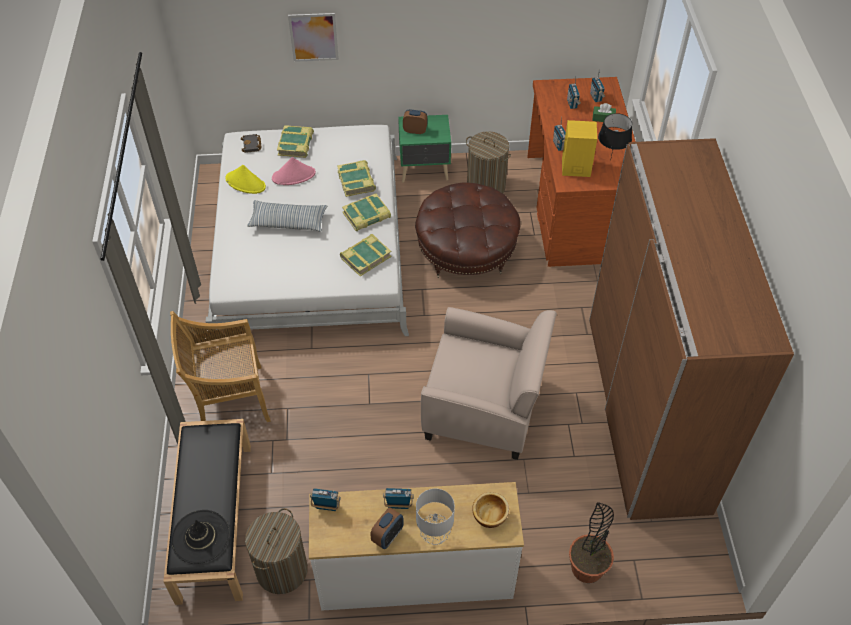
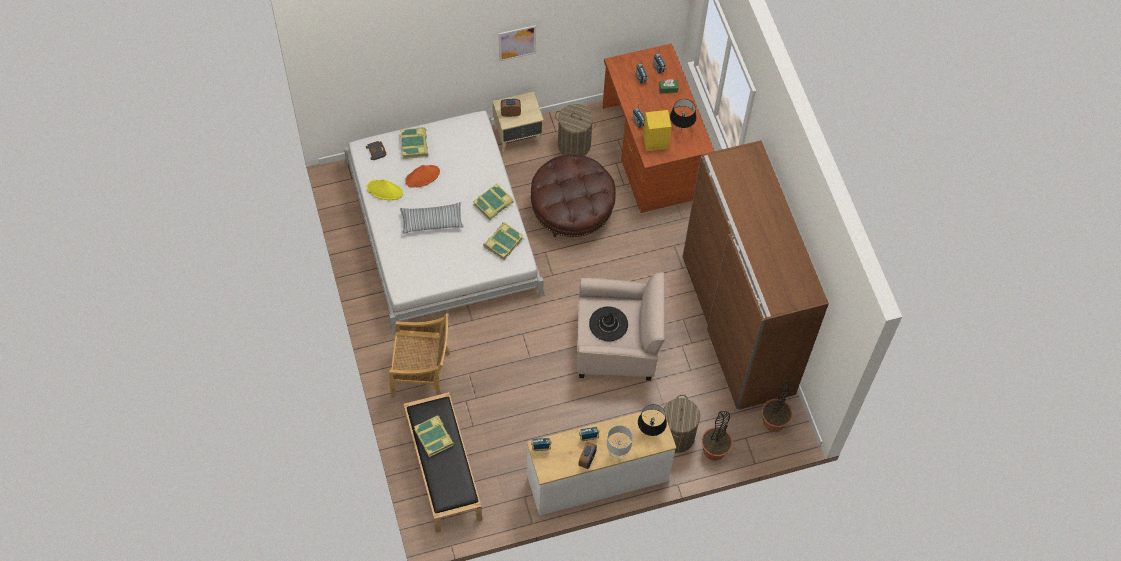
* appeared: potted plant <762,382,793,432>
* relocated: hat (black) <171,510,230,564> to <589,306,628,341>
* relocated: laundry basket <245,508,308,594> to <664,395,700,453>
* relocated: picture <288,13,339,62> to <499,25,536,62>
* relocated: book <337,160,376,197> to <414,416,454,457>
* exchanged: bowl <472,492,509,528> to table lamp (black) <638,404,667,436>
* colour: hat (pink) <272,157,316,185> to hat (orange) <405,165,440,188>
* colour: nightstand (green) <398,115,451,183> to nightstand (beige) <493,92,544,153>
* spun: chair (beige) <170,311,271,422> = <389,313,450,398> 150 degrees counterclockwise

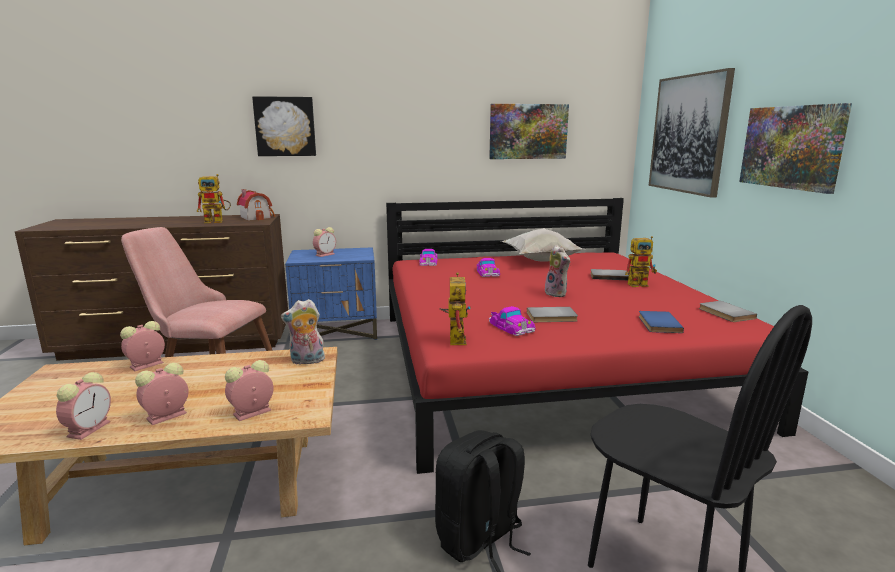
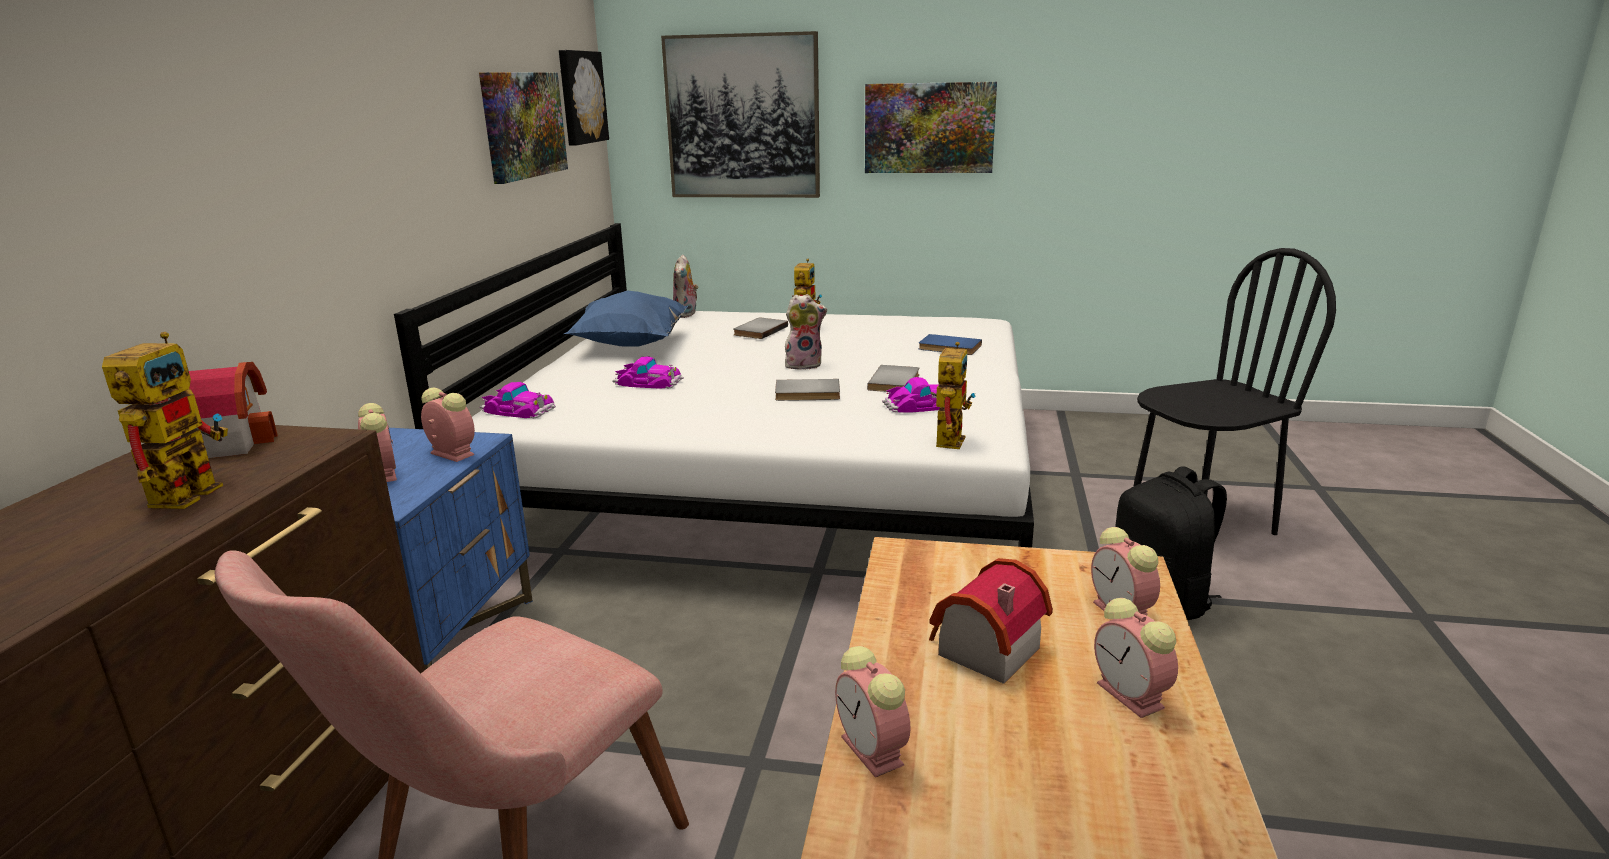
* appeared: toy house <929,558,1053,684>
* relocated: alarm clock <56,372,111,440> to <421,387,475,462>
* relocated: picture <252,96,316,156> to <559,50,609,146>
* relocated: plush toy <281,299,325,365> to <673,254,698,318>
* relocated: book (grey) <699,301,757,322> to <775,379,840,401>
* colour: bed (red) <386,198,808,474> to bed (white) <394,223,1034,548>
* colour: pillow (white) <501,228,583,262> to pillow (blue) <564,290,688,347>
* spun: toy robot <440,272,471,345> = <931,342,976,449> 90 degrees clockwise

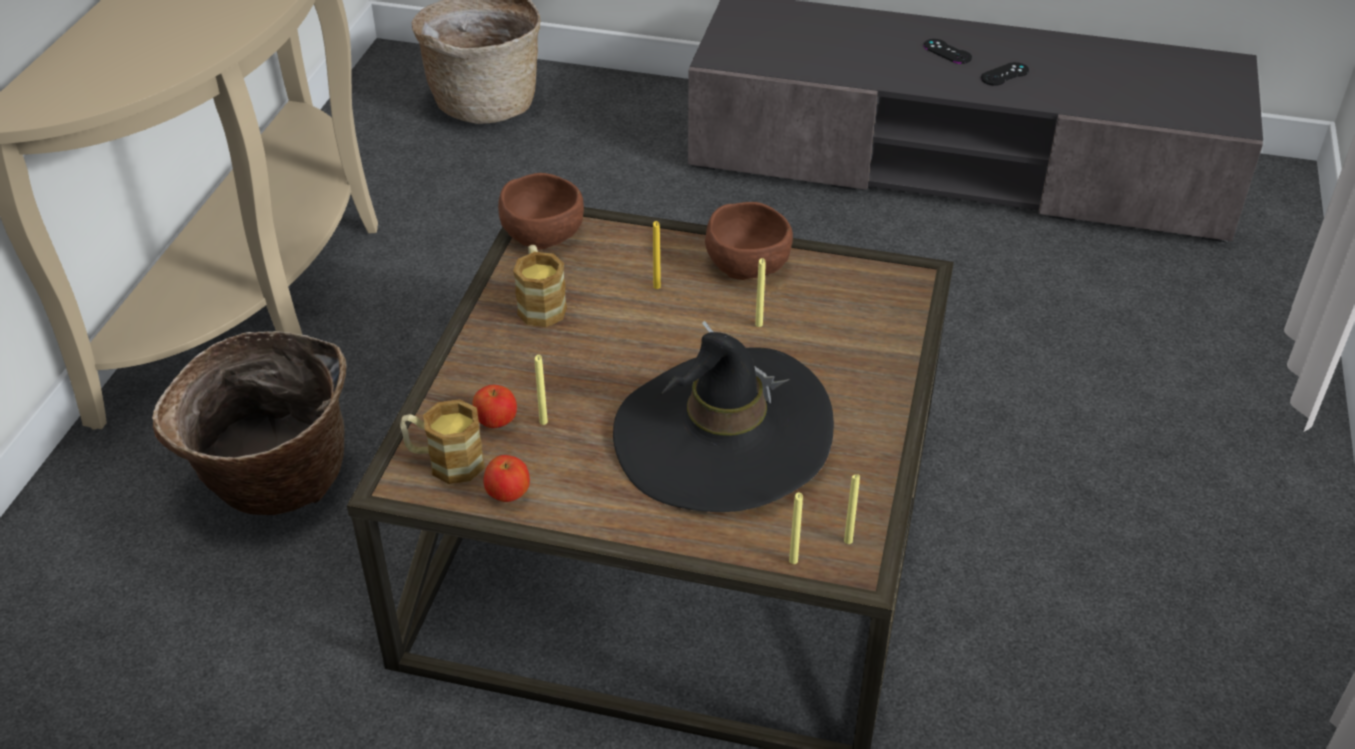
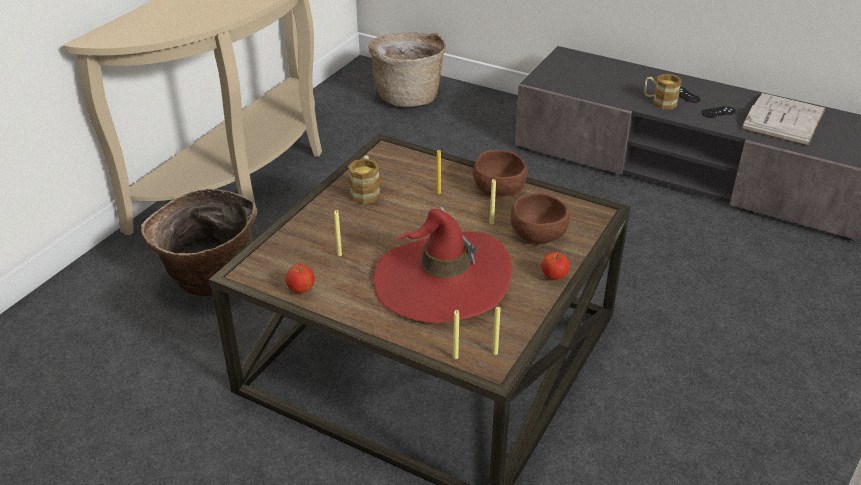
* appeared: book (white) <741,93,826,146>
* relocated: mug <400,399,485,484> to <644,74,681,109>
* relocated: apple <472,385,517,428> to <541,252,570,280>
* relocated: bowl (brown) <498,173,584,250> to <511,193,570,245>
* colour: hat (black) <613,320,834,512> to hat (red) <373,207,512,323>

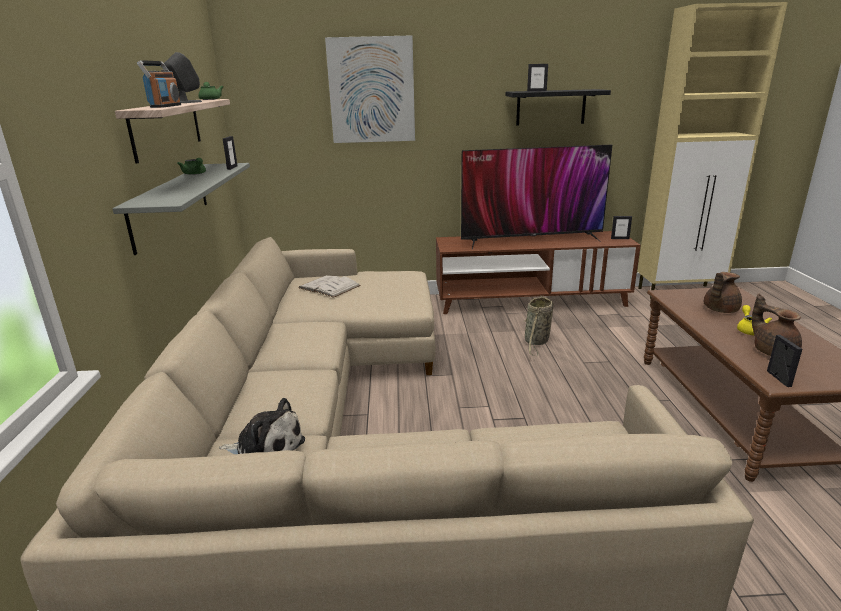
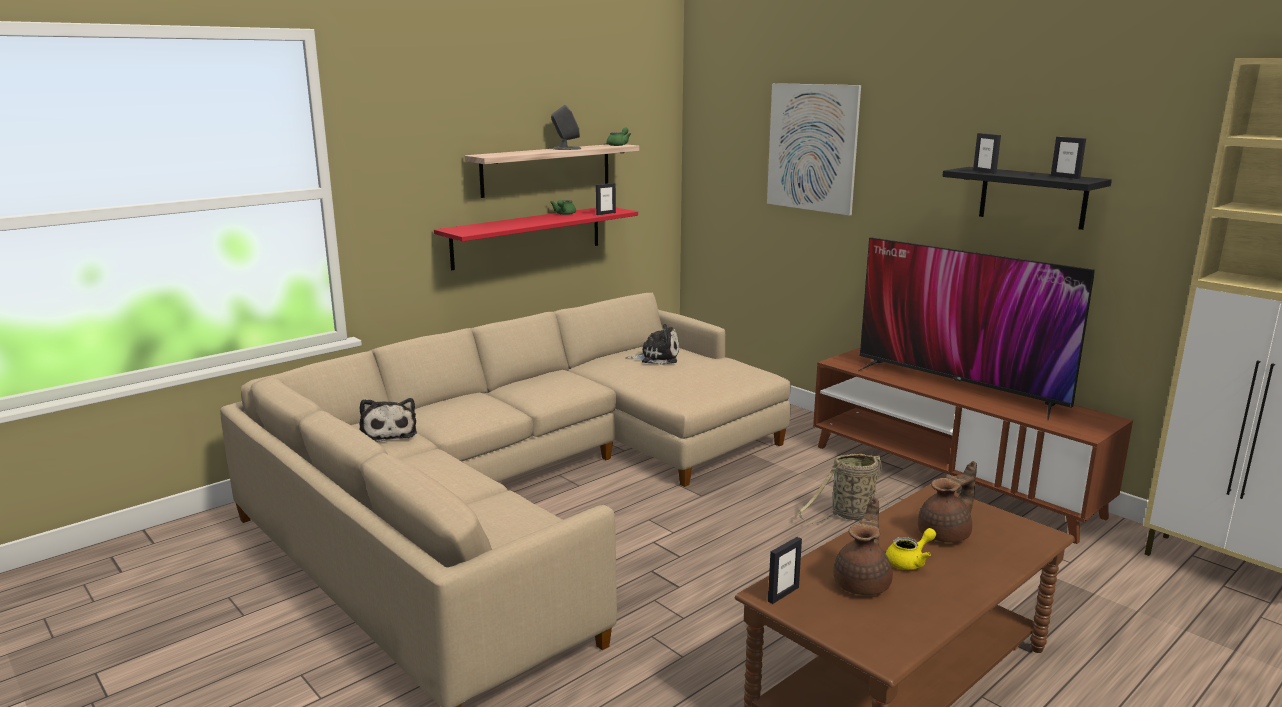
* missing: radio <137,60,181,108>
* relocated: picture frame <611,216,632,239> to <1051,136,1086,179>
* exchanged: book (white) <298,275,361,298> to plush toy <626,324,679,365>
* colour: shelf (grey) <112,163,250,255> to shelf (red) <434,208,638,270>
* spun: teapot (brown) <704,272,742,313> = <918,461,977,543> 135 degrees clockwise

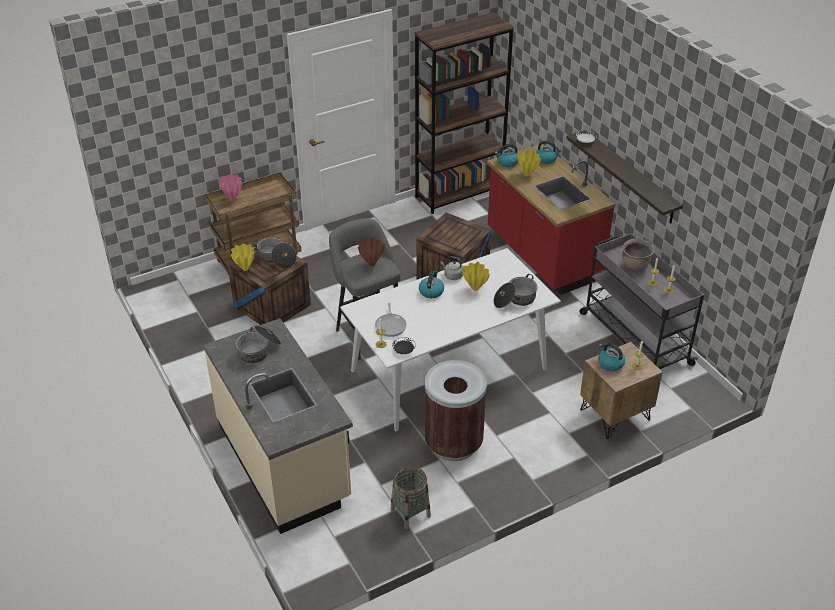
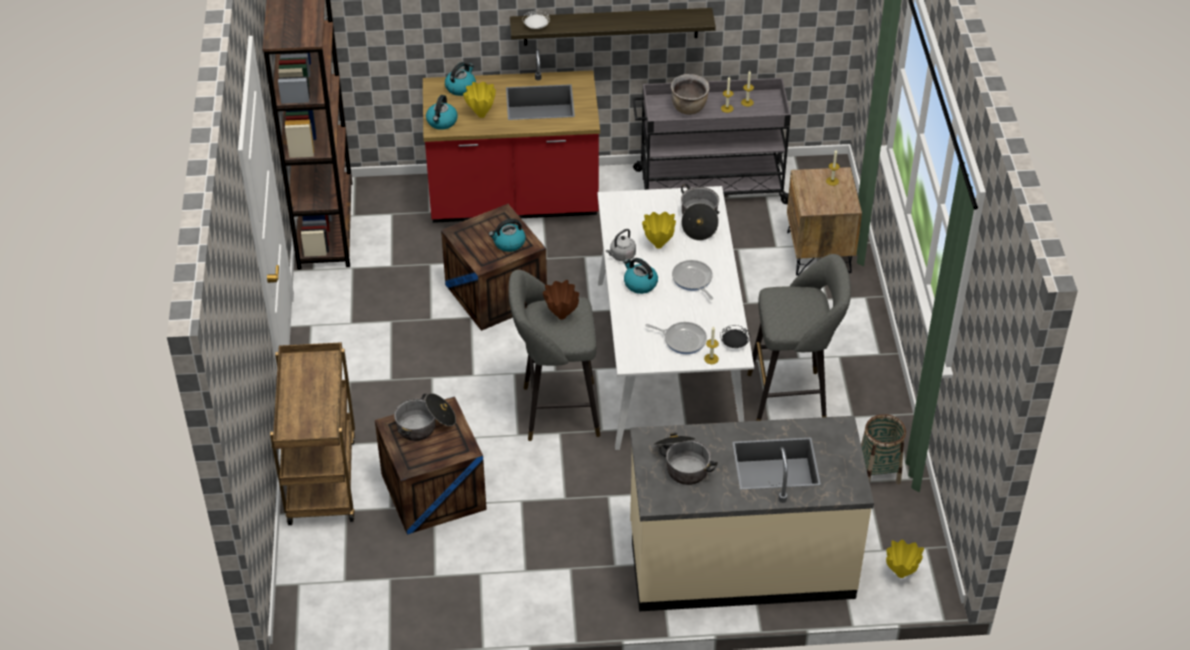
* missing: vase (pink) <218,174,242,200>
* appeared: frying pan <672,260,713,300>
* relocated: vase (yellow) <231,244,254,271> to <886,540,924,578>
* relocated: kettle <598,343,625,371> to <489,219,526,252>
* exchanged: trash can (brown) <424,360,487,461> to stool (grey) <747,254,851,421>

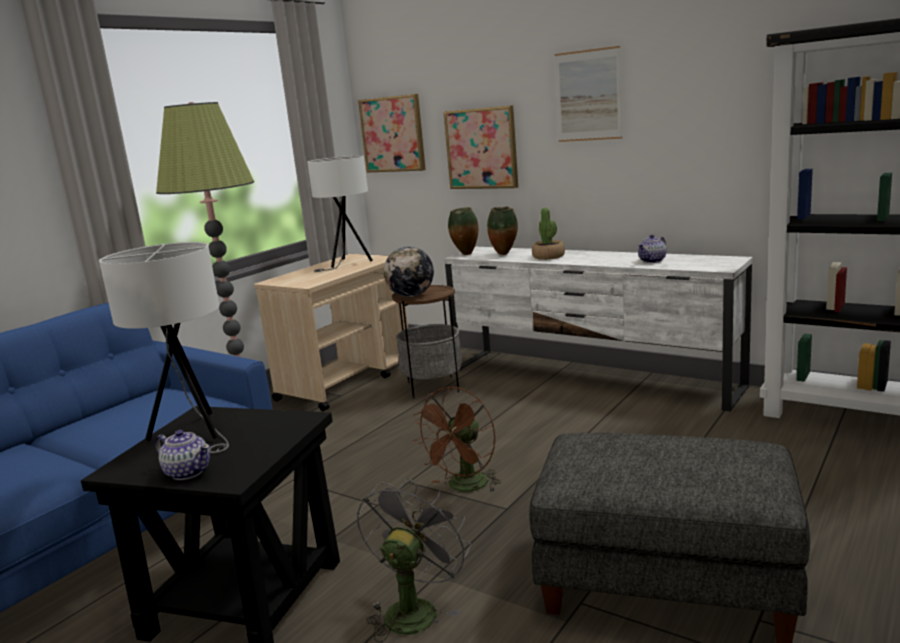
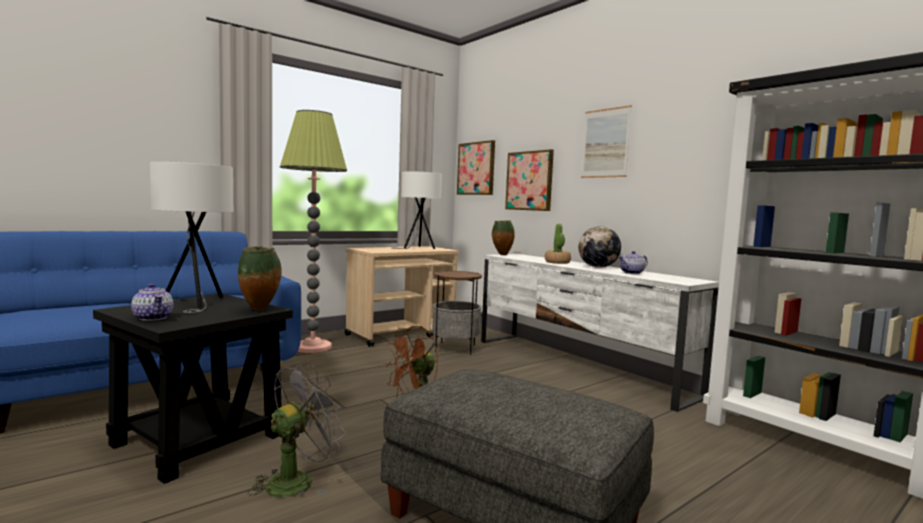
* relocated: globe <384,247,434,297> to <579,226,621,268>
* relocated: vase <487,206,518,255> to <238,246,282,311>

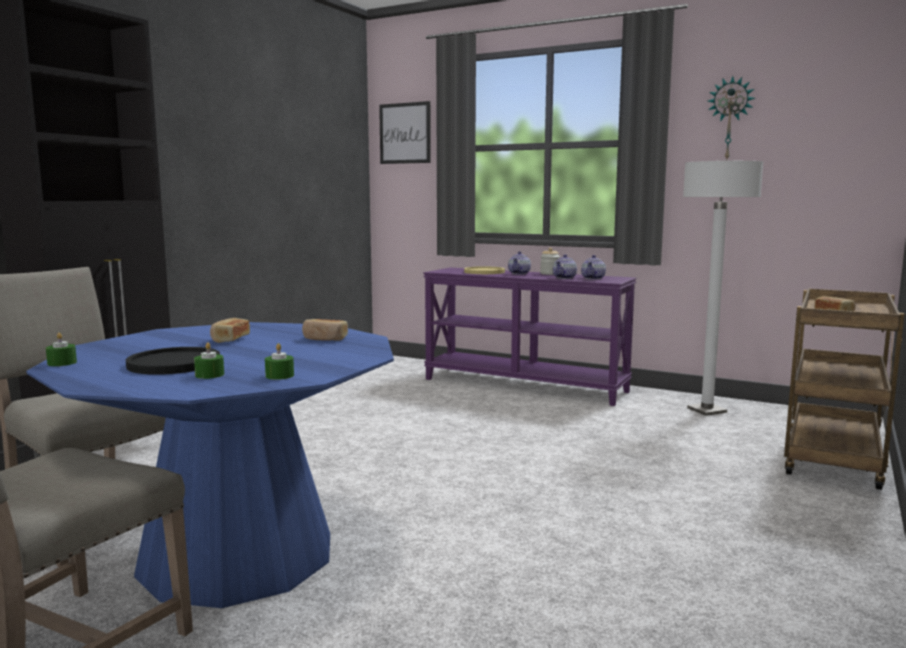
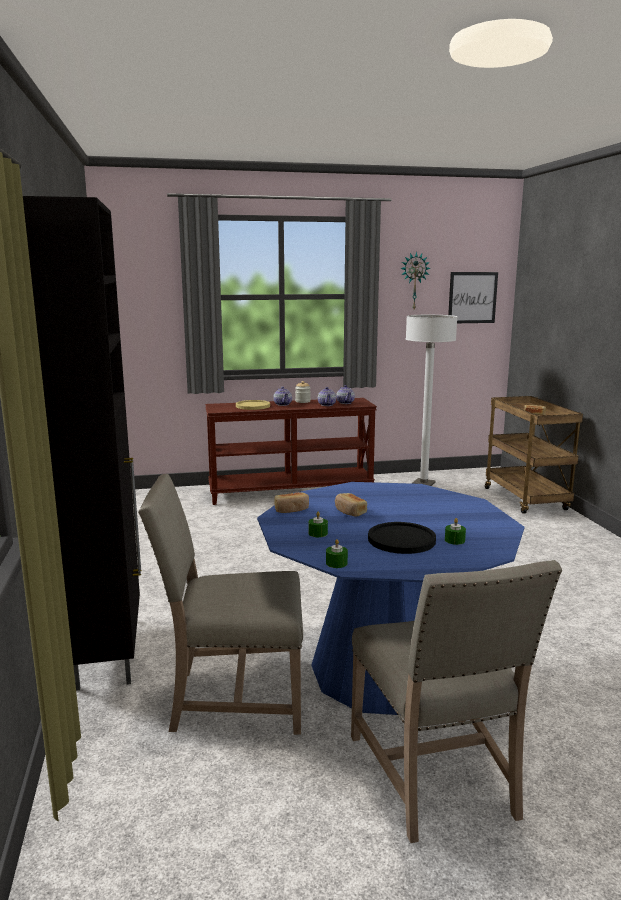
* relocated: candle (green) <265,343,294,380> to <308,512,328,537>
* relocated: bread <302,319,348,341> to <274,492,309,513>
* relocated: picture <379,101,431,164> to <448,272,498,323>
* colour: console table (purple) <423,268,637,406> to console table (brown) <205,398,377,505>

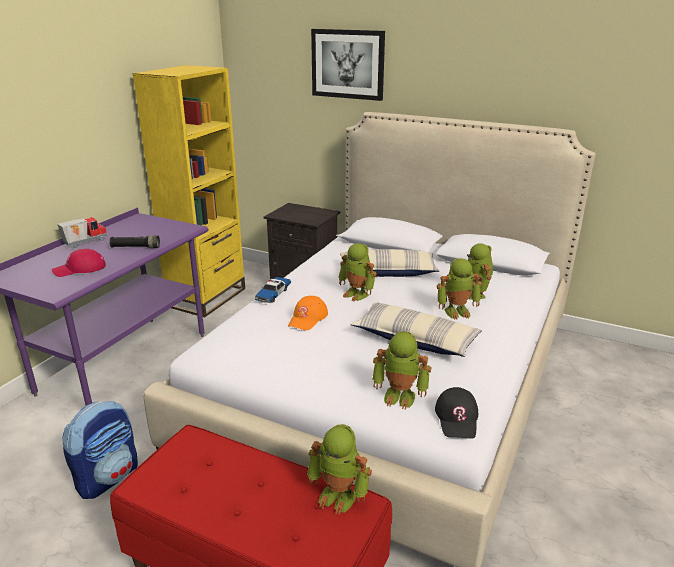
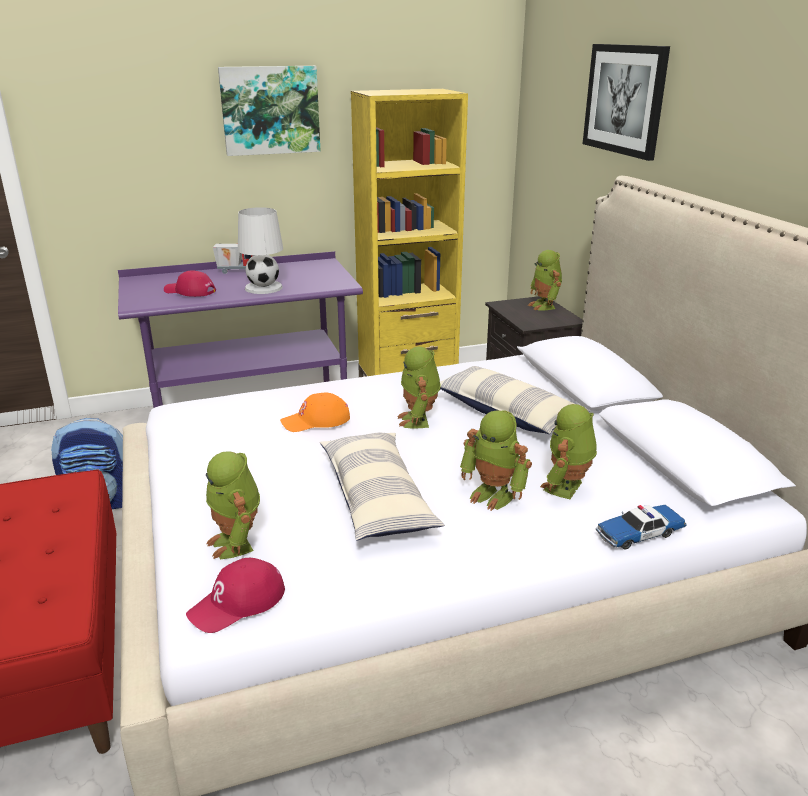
* appeared: picture <218,66,321,156>
* relocated: toy car <255,277,291,303> to <596,505,687,550>
* relocated: toy robot <307,424,372,515> to <528,250,562,311>
* exchanged: flashlight (black) <109,235,160,248> to table lamp (white) <238,207,283,294>
* colour: cap (black) <435,387,478,439> to cap (red) <186,558,285,633>

